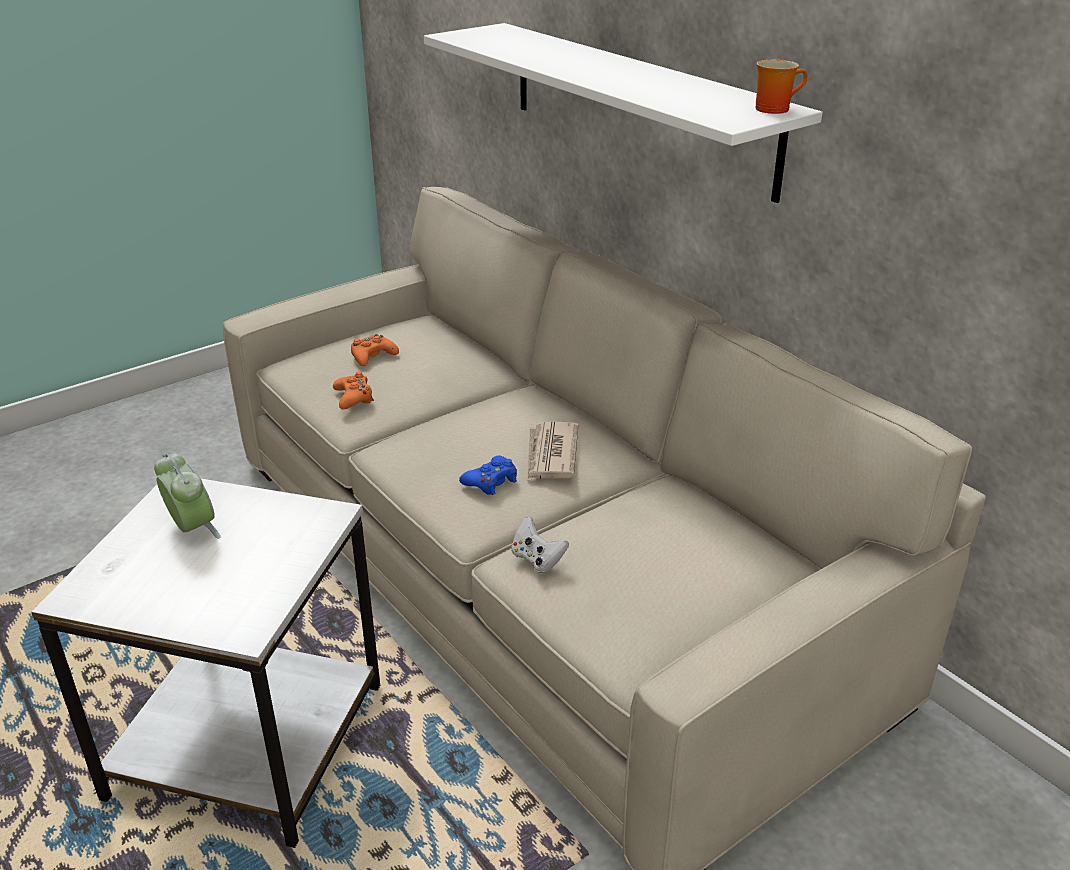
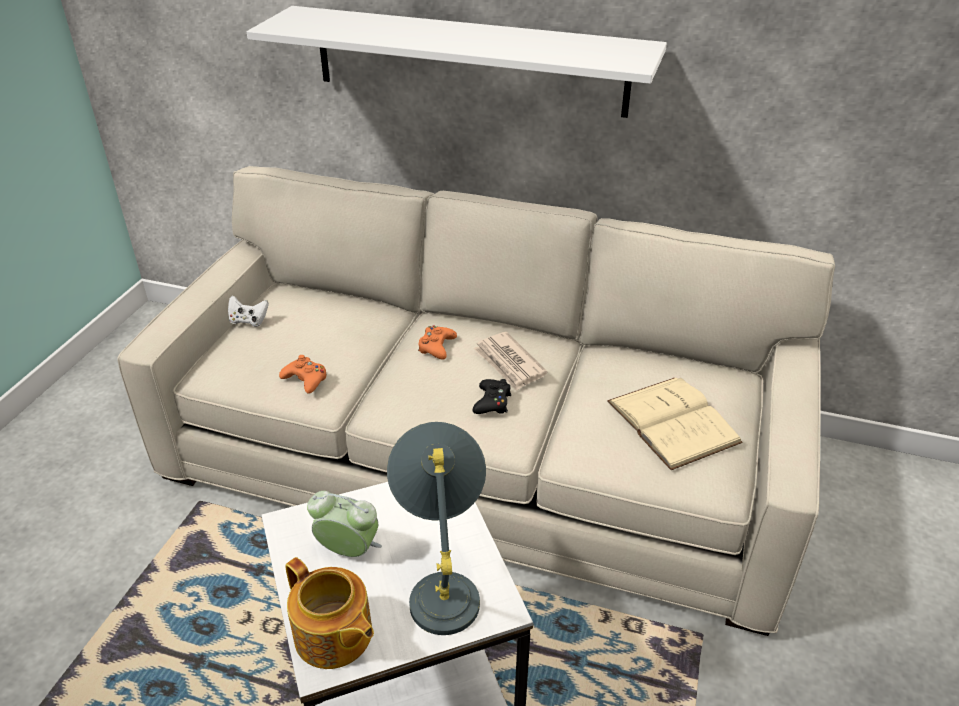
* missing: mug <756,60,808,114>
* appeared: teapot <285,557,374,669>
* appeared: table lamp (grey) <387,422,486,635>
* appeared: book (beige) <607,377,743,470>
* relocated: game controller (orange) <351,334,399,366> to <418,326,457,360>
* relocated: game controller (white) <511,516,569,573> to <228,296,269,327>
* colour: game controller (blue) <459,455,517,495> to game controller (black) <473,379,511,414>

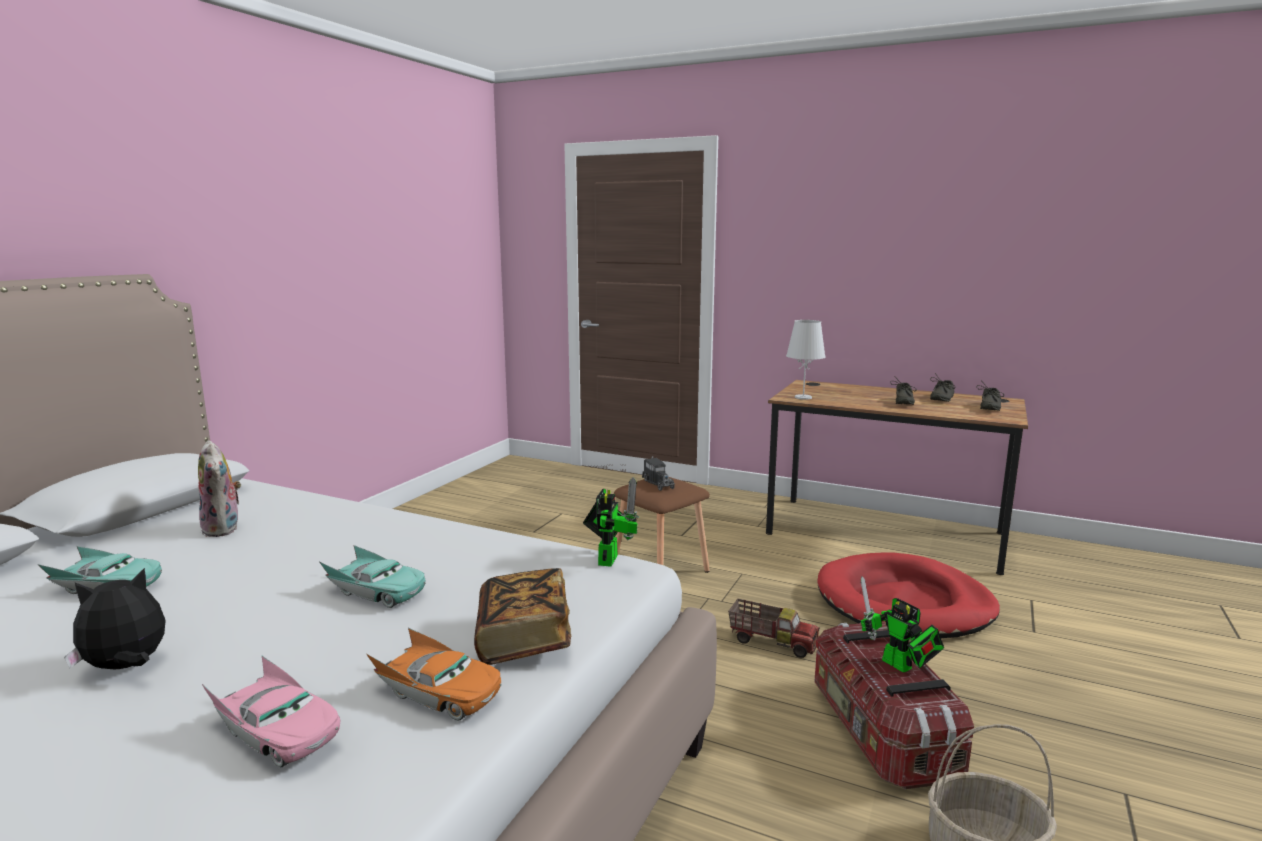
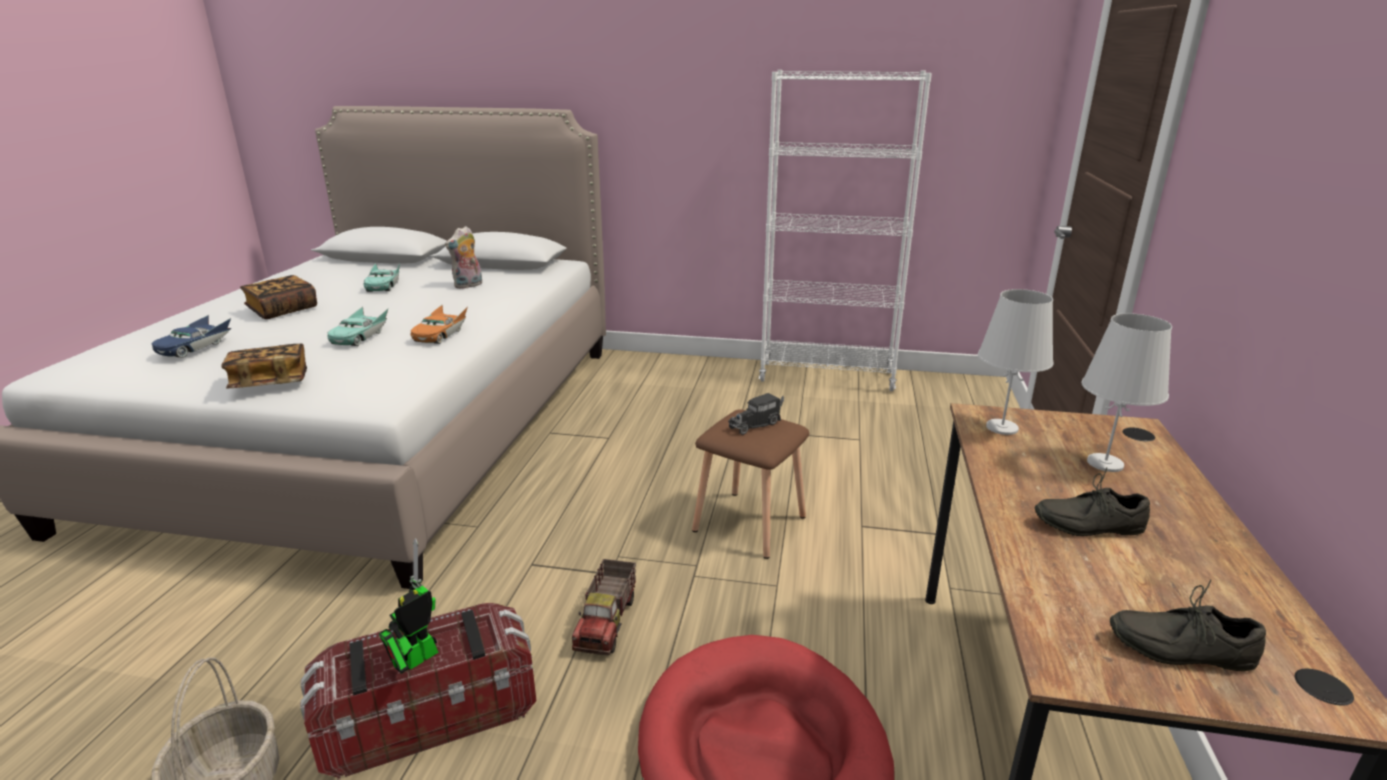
* missing: toy robot <583,477,639,567>
* missing: shoe (grey) <930,373,955,402>
* appeared: bookcase (white) <759,70,932,391>
* appeared: table lamp (white) <1081,313,1172,472>
* relocated: toy car (orange) <367,628,502,721> to <411,305,468,344>
* exchanged: plush toy <64,568,166,669> to book <240,275,317,319>
* colour: toy car (pink) <202,656,341,767> to toy car (blue) <152,315,231,358>

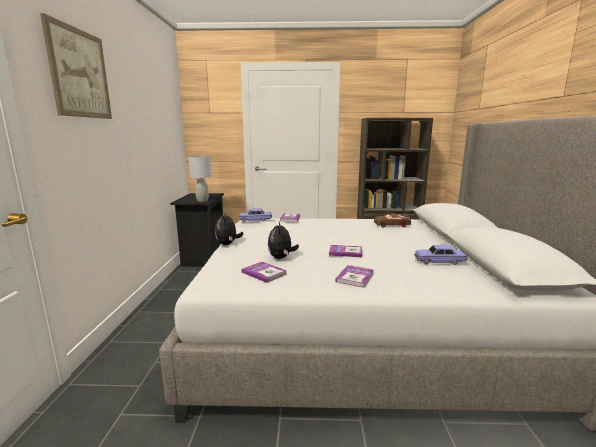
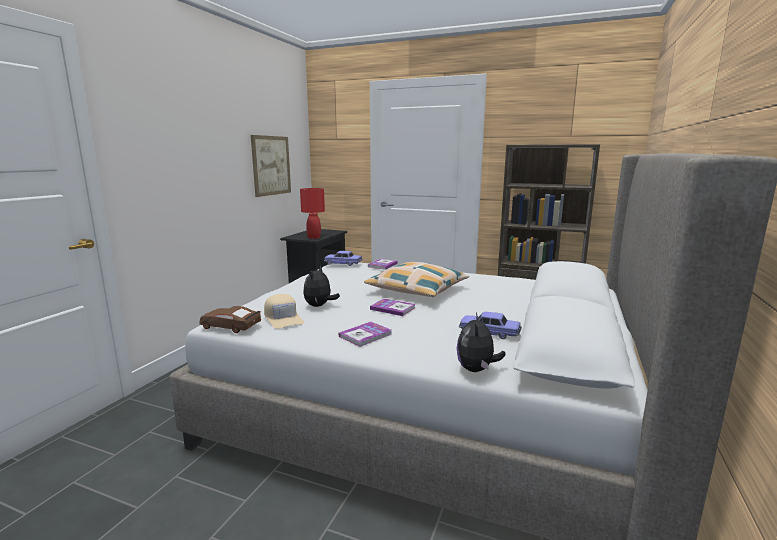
* appeared: pillow <364,262,469,297>
* relocated: picture <40,13,112,119> to <251,135,291,197>
* relocated: plush toy <215,213,243,245> to <456,312,505,372>
* relocated: toy car (brown) <374,213,412,228> to <199,306,261,333>
* exchanged: book <241,262,287,283> to cap (beige) <264,294,304,329>
* colour: table lamp (grey) <188,156,212,202> to table lamp (red) <300,188,325,239>

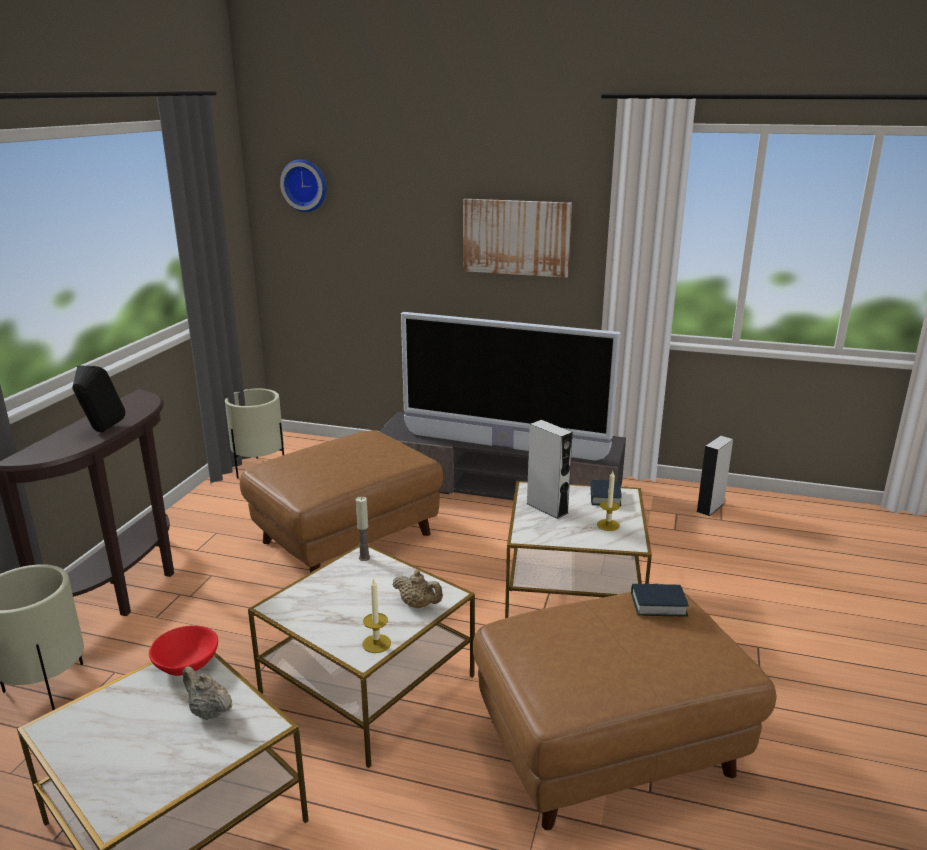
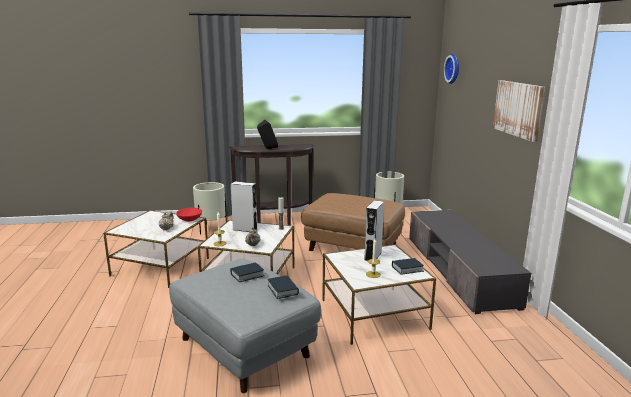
* missing: television <401,312,621,461>
* appeared: book <230,262,265,282>
* relocated: speaker (grey) <696,436,733,516> to <231,182,257,232>
* colour: ottoman (brown) <473,592,776,830> to ottoman (grey) <169,259,321,393>

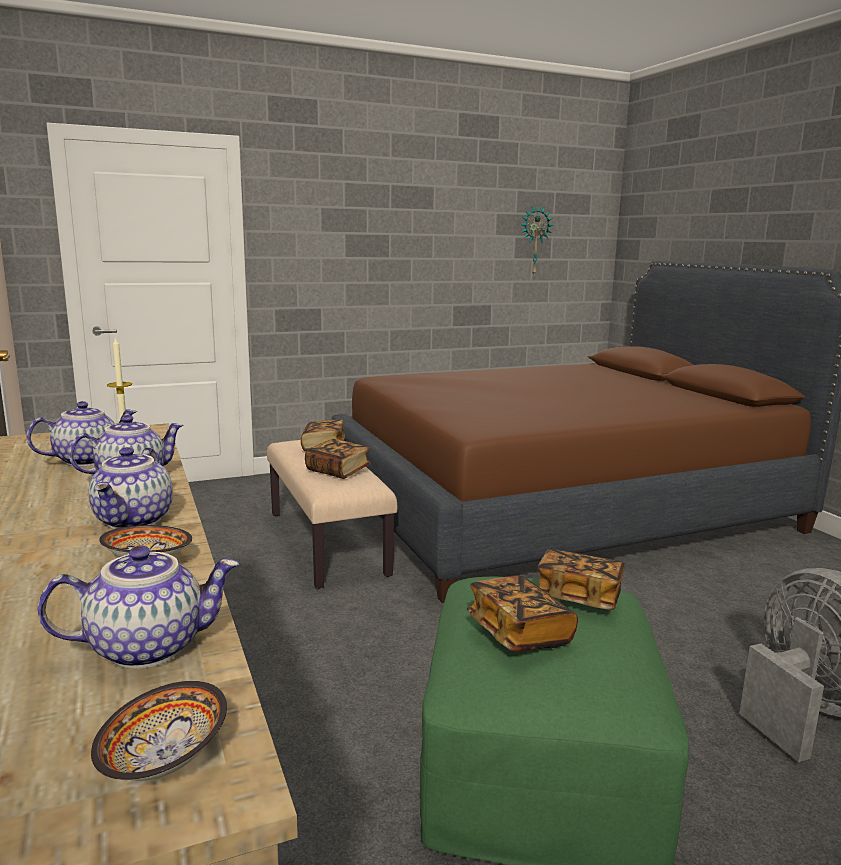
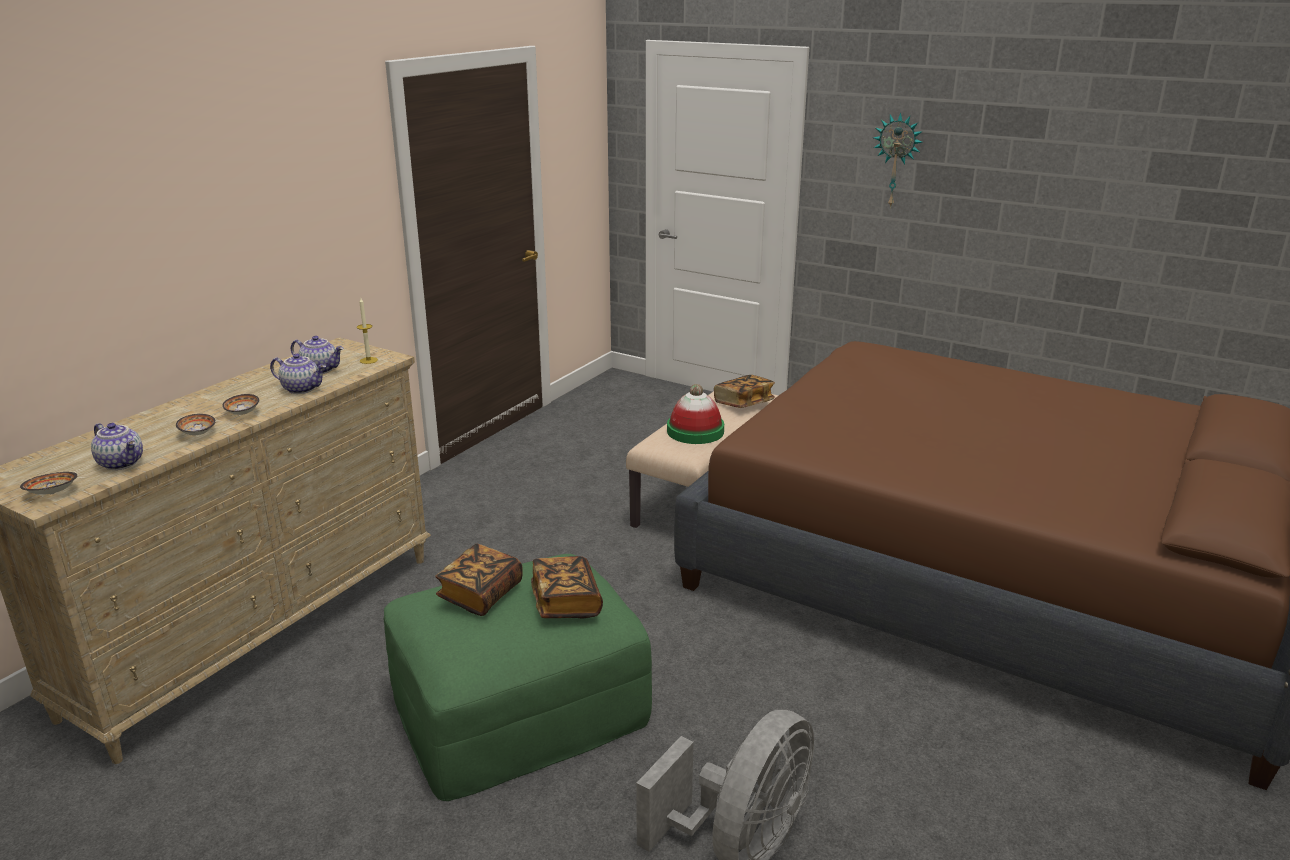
* relocated: wall clock <521,205,553,275> to <873,113,923,208>
* exchanged: teapot <89,447,173,529> to bowl <222,394,259,415>
* exchanged: book <305,439,371,479> to hat <667,384,724,444>

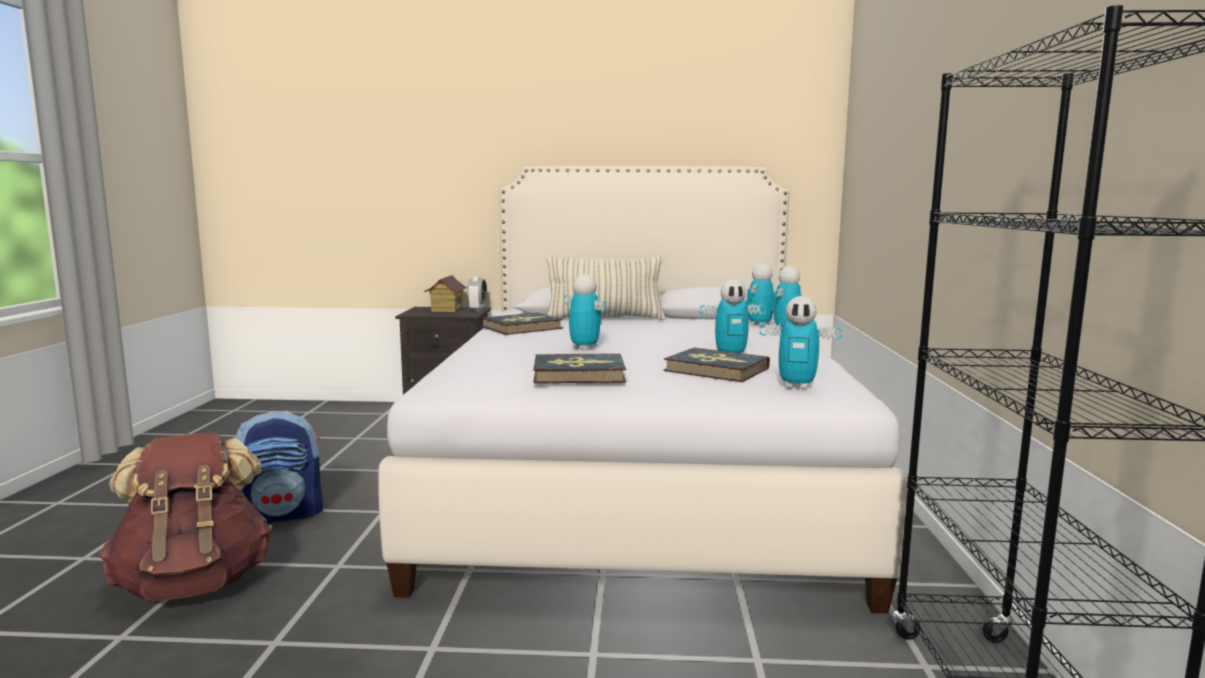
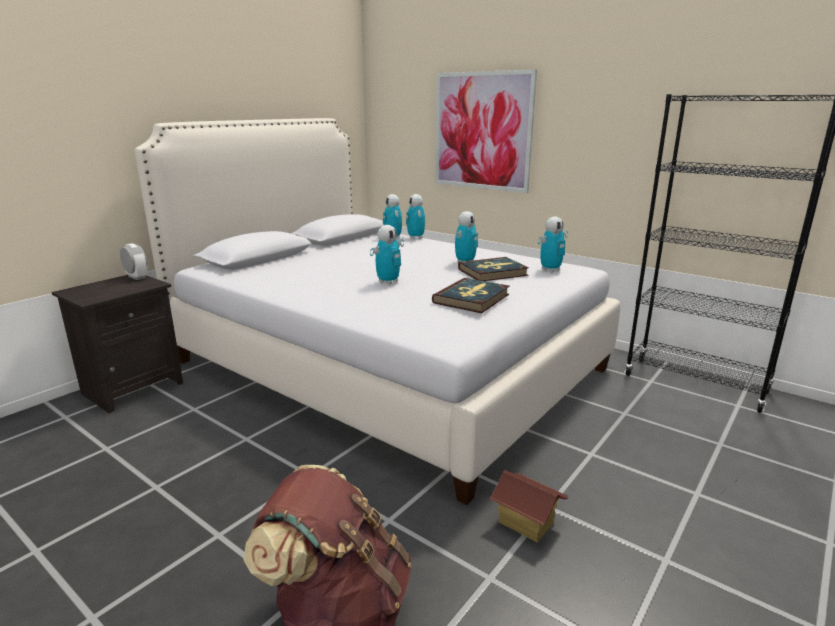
* missing: backpack <236,411,323,523>
* missing: book <481,313,563,335>
* missing: pillow <547,256,665,320>
* appeared: picture <435,69,537,193>
* relocated: toy house <423,275,467,312> to <489,470,568,542>
* spun: toy robot <564,274,607,350> = <370,225,404,285> 135 degrees clockwise

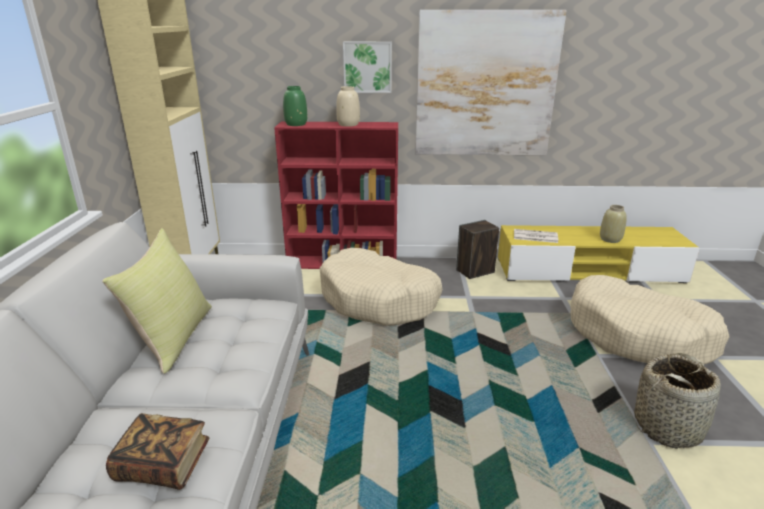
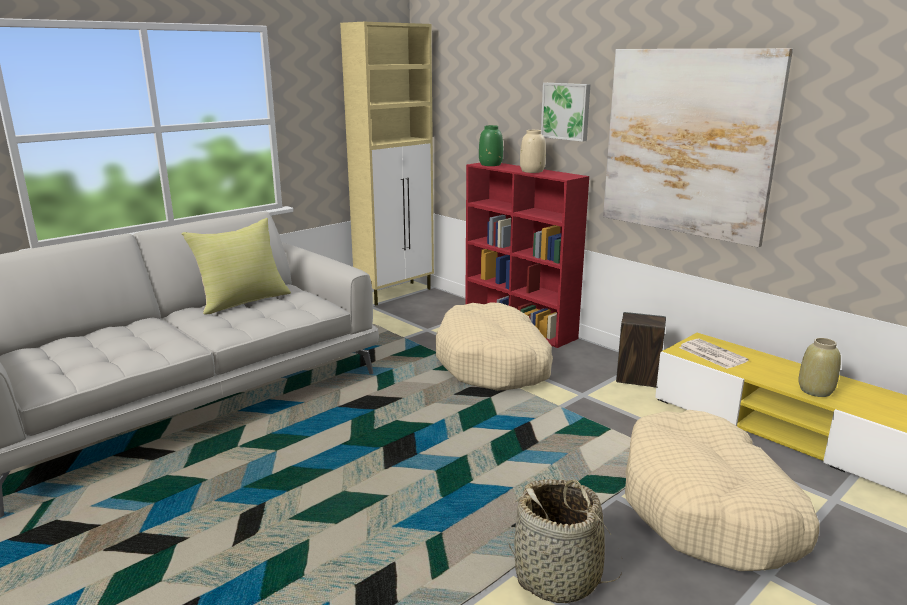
* missing: book <106,413,209,490>

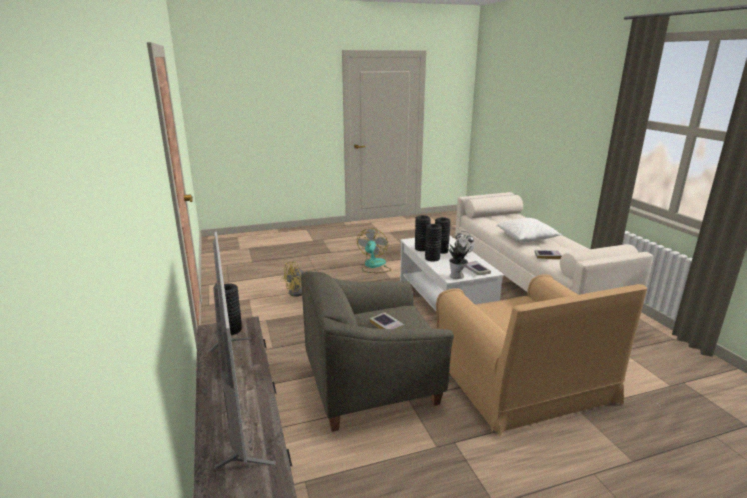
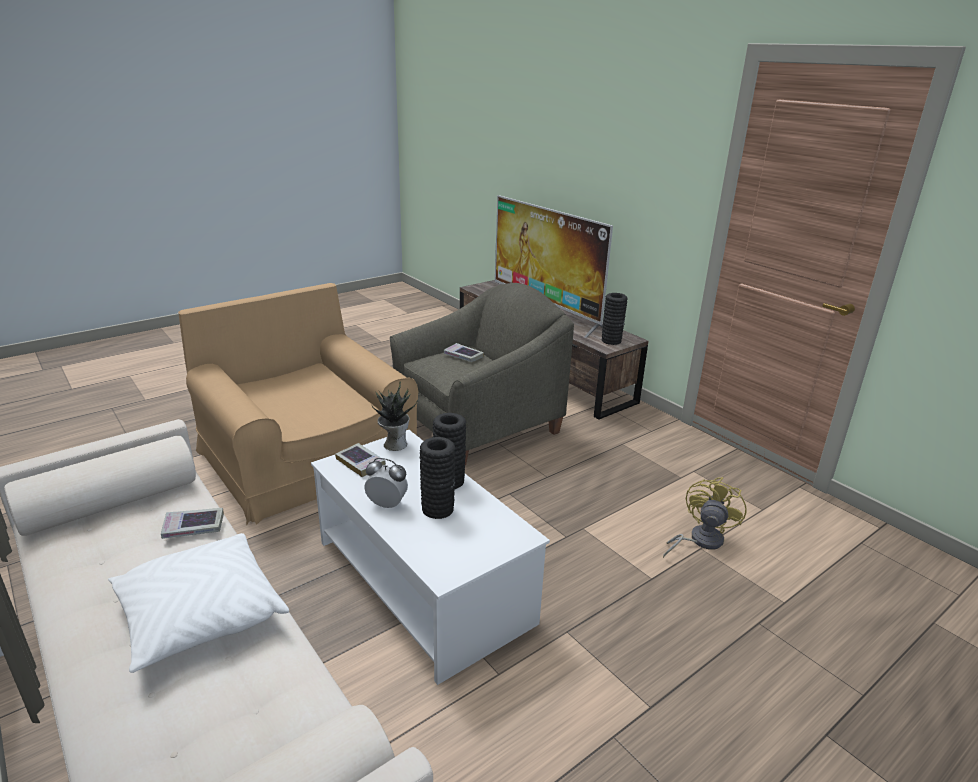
* missing: fan <357,228,391,273>
* missing: vase (black) <415,215,431,251>

